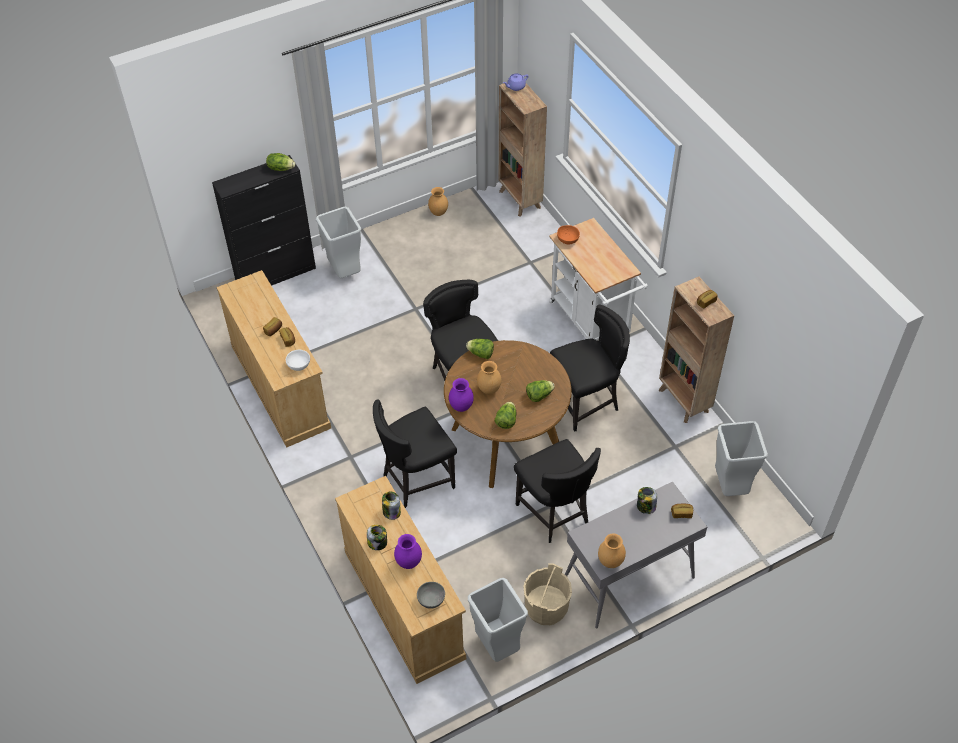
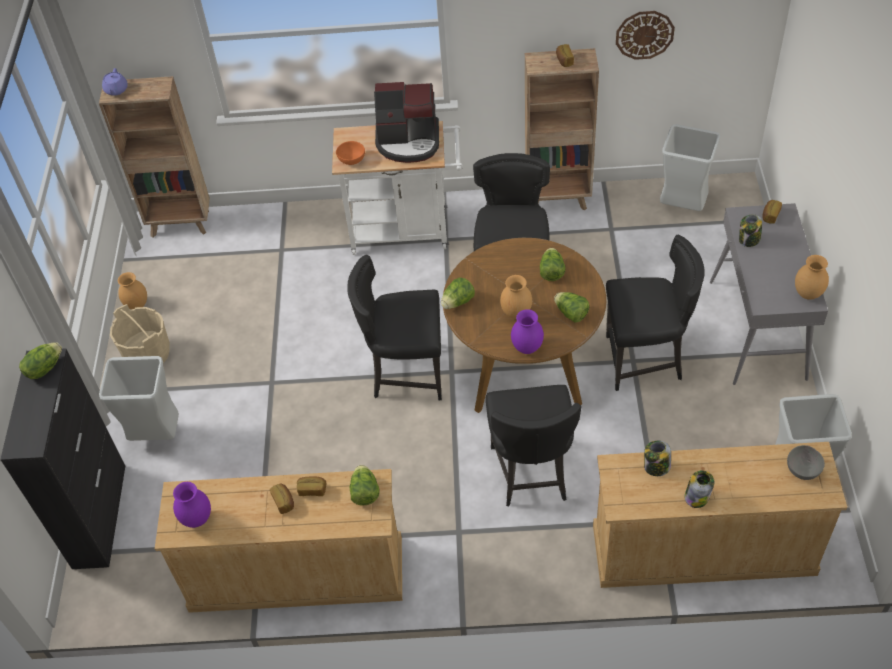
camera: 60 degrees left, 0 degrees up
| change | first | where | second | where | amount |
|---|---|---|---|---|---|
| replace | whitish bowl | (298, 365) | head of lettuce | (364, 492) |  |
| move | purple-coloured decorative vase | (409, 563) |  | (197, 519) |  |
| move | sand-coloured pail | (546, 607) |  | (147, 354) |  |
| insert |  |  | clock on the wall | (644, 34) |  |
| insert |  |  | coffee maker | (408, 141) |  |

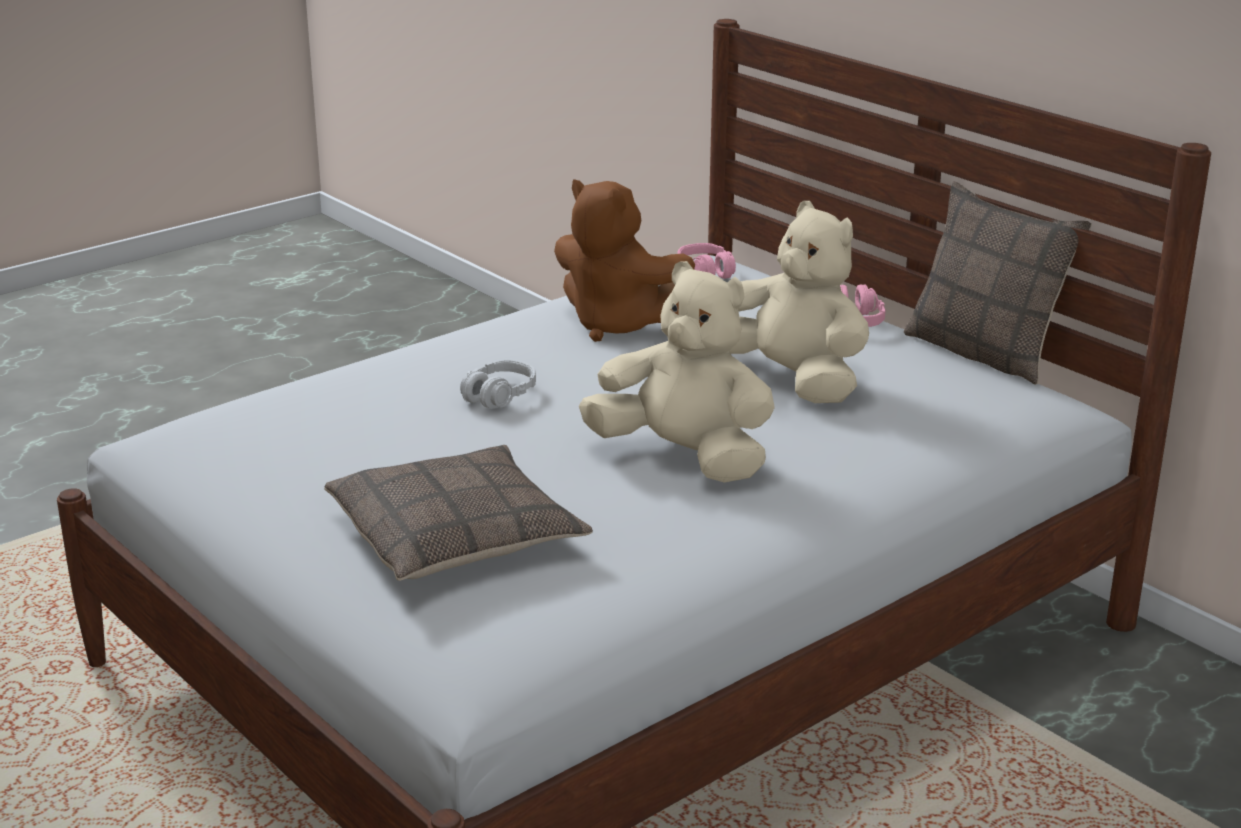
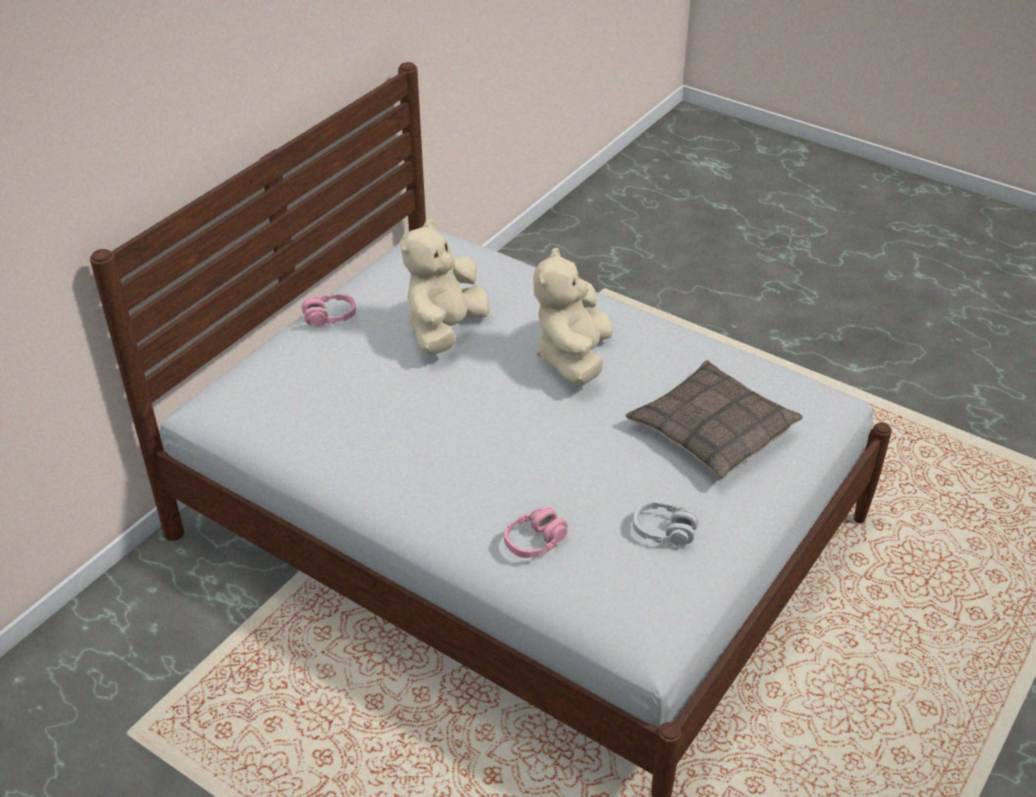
camera: 105 degrees left, 15 degrees up
| change | first | where | second | where | amount |
|---|---|---|---|---|---|
| delete | brownish cuddly toy | (621, 325) |  |  |  |
| delete | throw pillow | (985, 352) |  |  |  |
| move | pinkish pair of headphones | (706, 272) |  | (535, 541) |  |
| move | greyish pair of headphones | (499, 396) |  | (664, 531) |  |

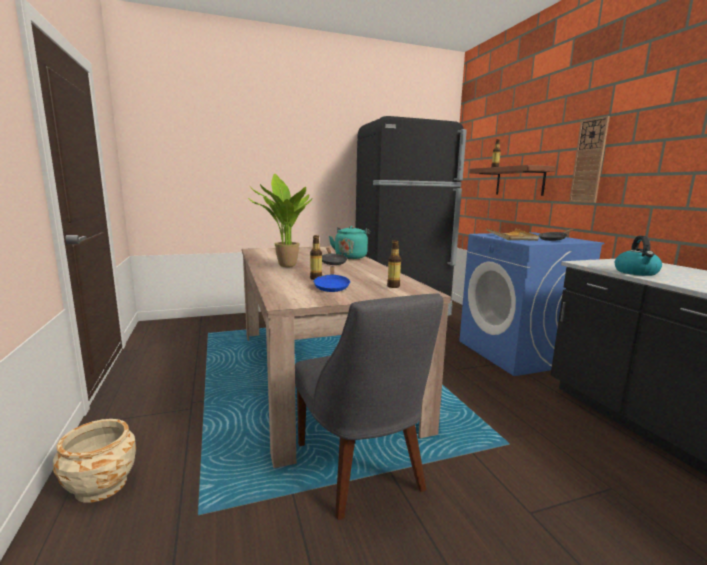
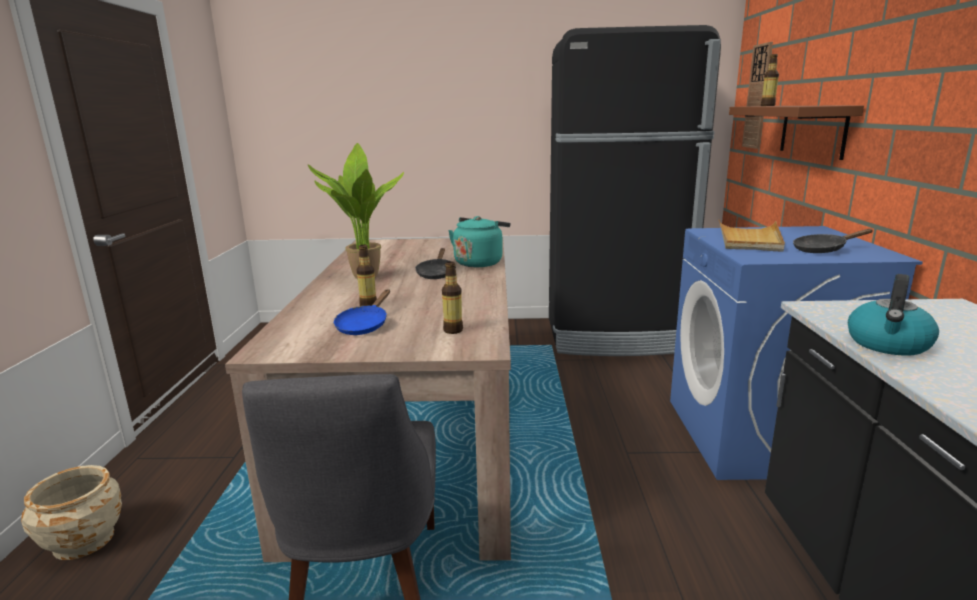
camera: 20 degrees right, 5 degrees up
| change | first | where | second | where | amount |
|---|---|---|---|---|---|
| move | clock on the wall | (589, 161) |  | (758, 97) |  |

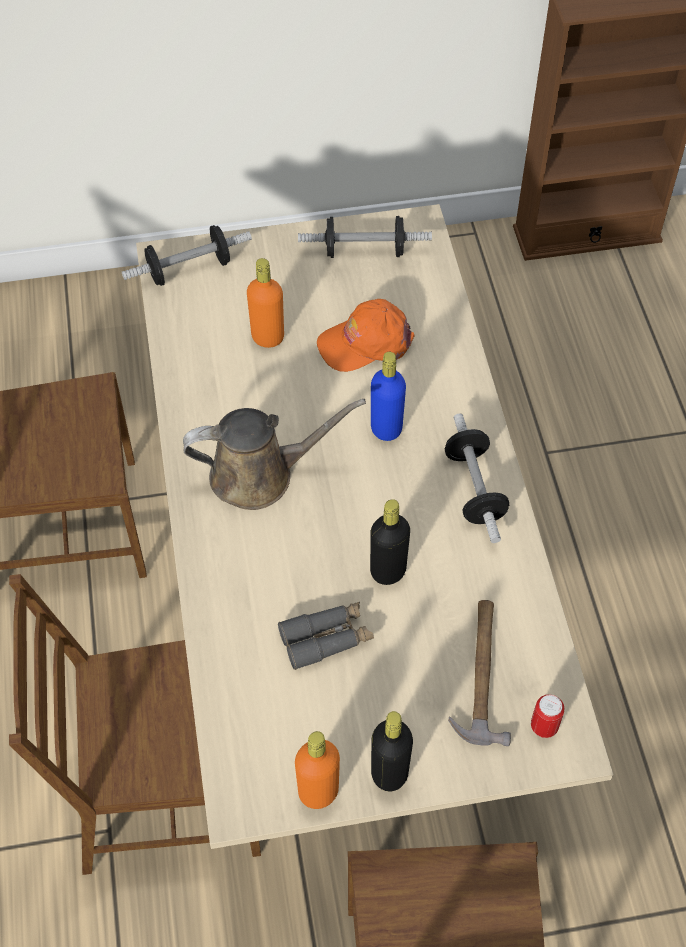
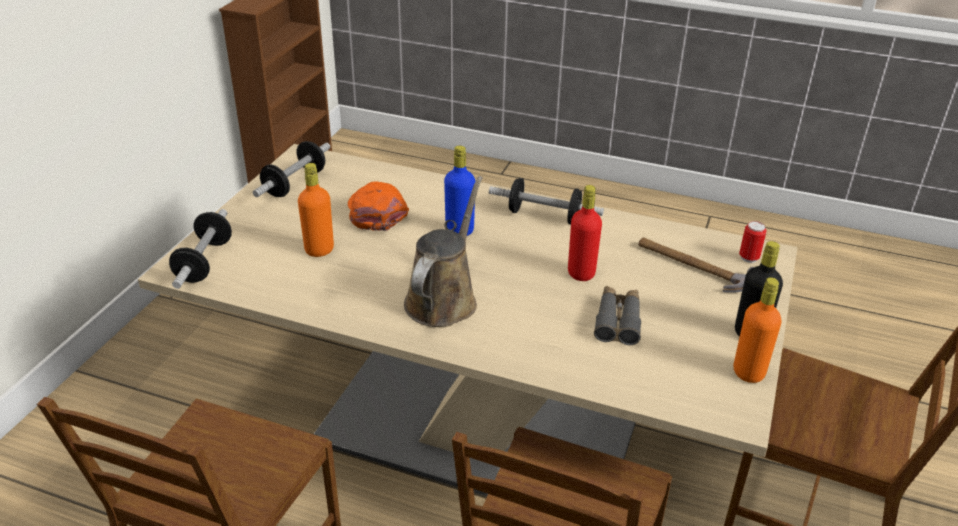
camera: 60 degrees left, 20 degrees down
| change | first | where | second | where | amount |
|---|---|---|---|---|---|
| rotate | orange-coloured peaked cap | (365, 343) |  | (376, 212) | 150 degrees clockwise |
| recolor | black bottle | (388, 571) | reddish bottle | (581, 273) |  |

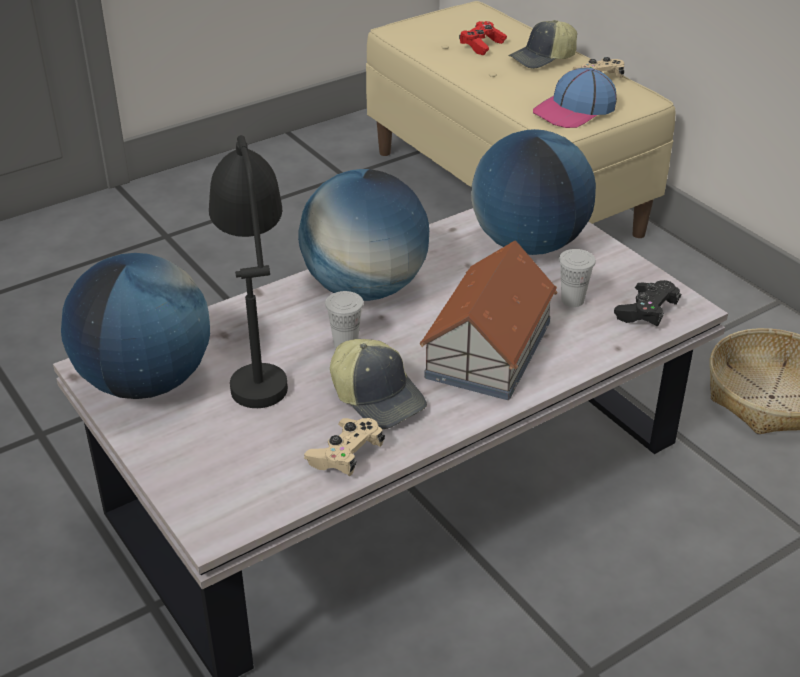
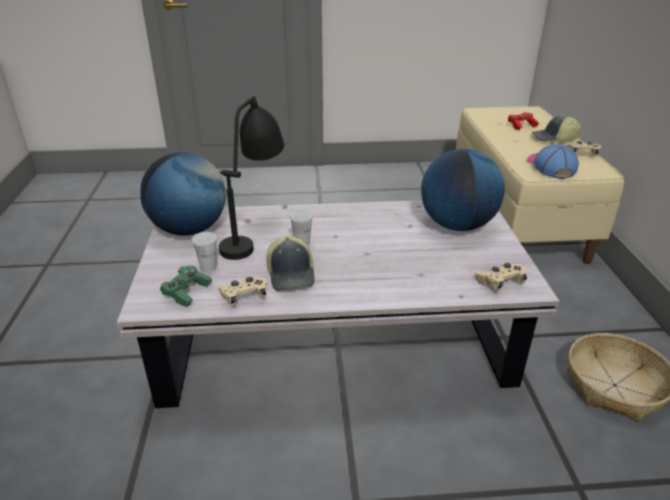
camera: 30 degrees right, 5 degrees down
| change | first | where | second | where | amount |
|---|---|---|---|---|---|
| rotate | peaked cap | (575, 110) |  | (550, 166) | 90 degrees clockwise |
| delete | globe | (365, 288) |  |  |  |
| delete | toy house | (490, 348) |  |  |  |
| move | whitish drinking cup | (572, 300) |  | (208, 267) |  |
| recolor | black game controller | (646, 312) | sand-coloured game controller | (499, 282) |  |
| insert |  |  | green-coloured game controller | (187, 292) |  |

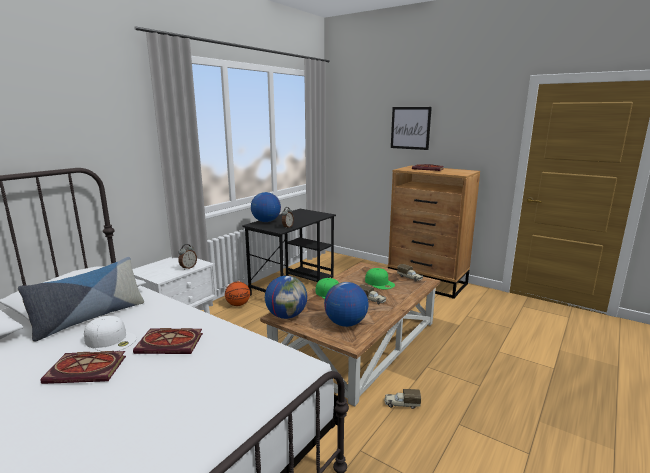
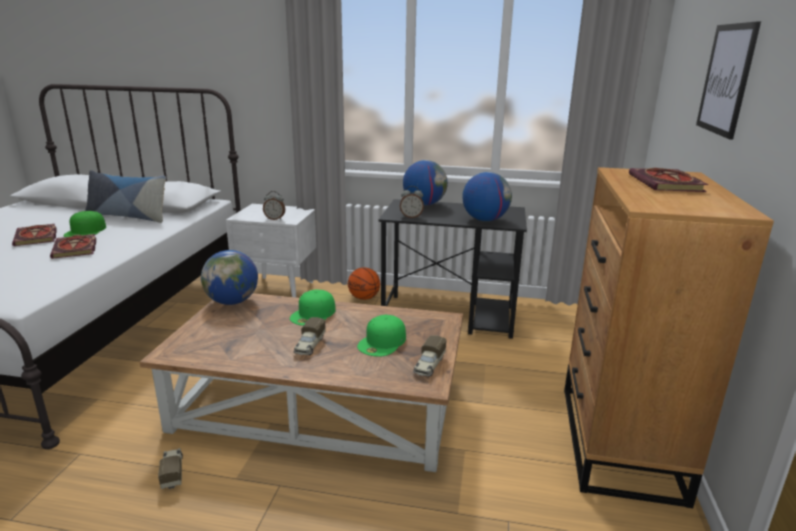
camera: 65 degrees right, 5 degrees up
| change | first | where | second | where | amount |
|---|---|---|---|---|---|
| move | globe | (345, 323) |  | (485, 220) |  |
| recolor | whitish peaked cap | (111, 340) | green-coloured peaked cap | (86, 231) |  |

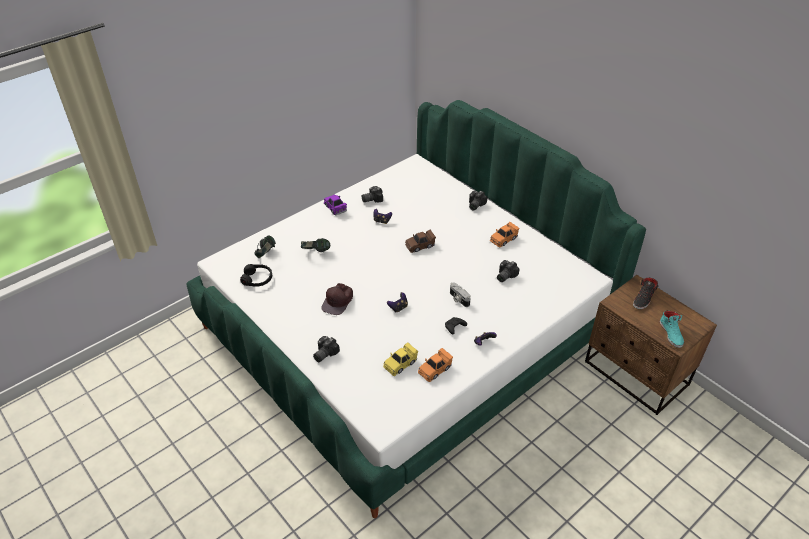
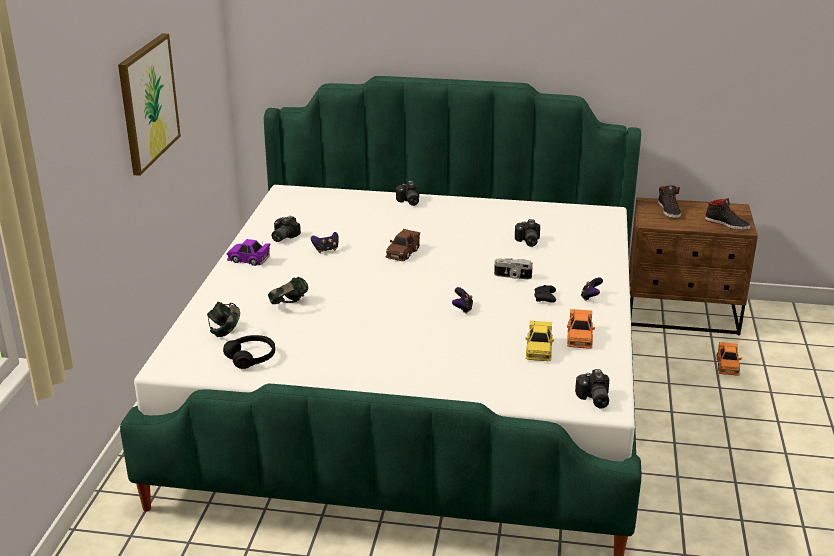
camera: 40 degrees left, 15 degrees down
| change | first | where | second | where | amount |
|---|---|---|---|---|---|
| move | orange-coloured toy car | (503, 239) |  | (727, 366) |  |
| delete | brownish peaked cap | (338, 301) |  |  |  |
| recolor | blue-green low shoe | (671, 334) | black low shoe | (727, 224) |  |
| move | photo camera | (324, 353) |  | (593, 399) |  |
| insert |  |  | wall picture | (148, 102) |  |

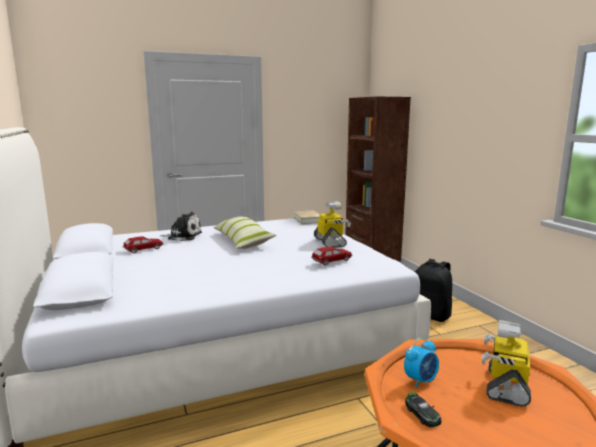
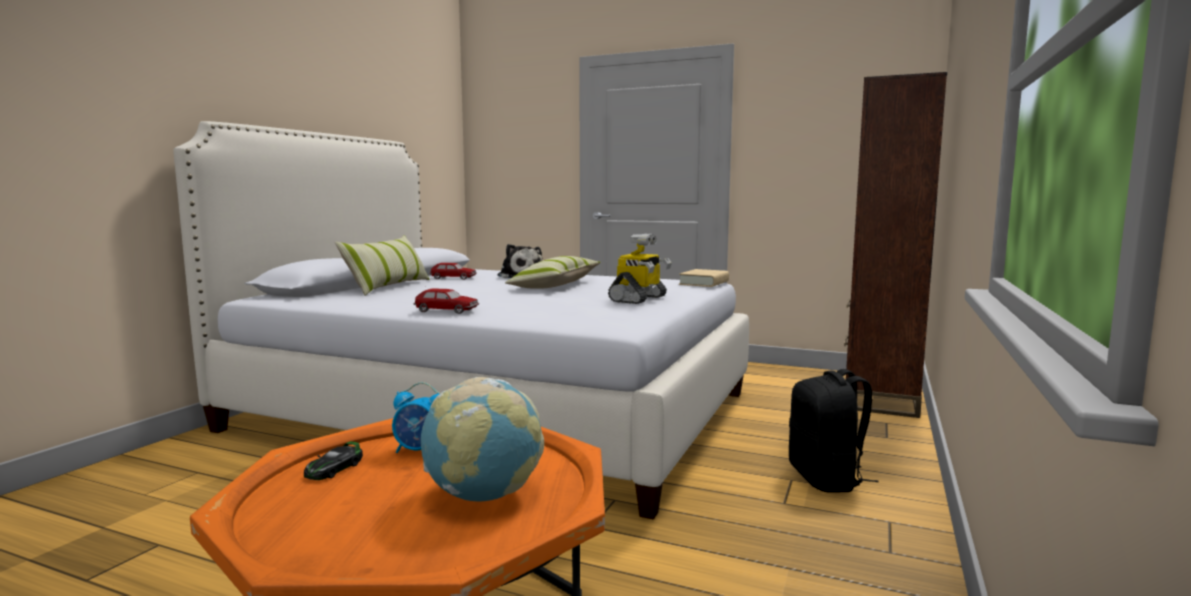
camera: 45 degrees right, 5 degrees down
| change | first | where | second | where | amount |
|---|---|---|---|---|---|
| move | toy car | (332, 261) |  | (447, 311) |  |
| replace | model robot | (505, 386) | globe | (483, 496) |  |
| insert |  |  | throw pillow | (388, 287) |  |

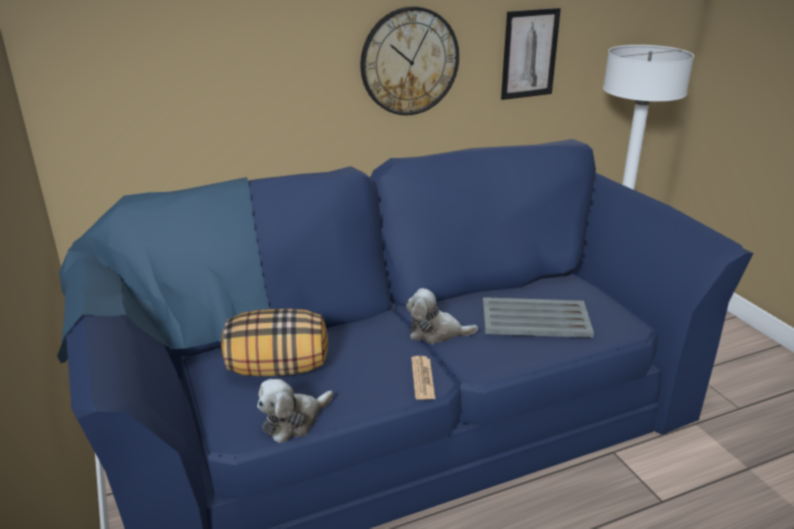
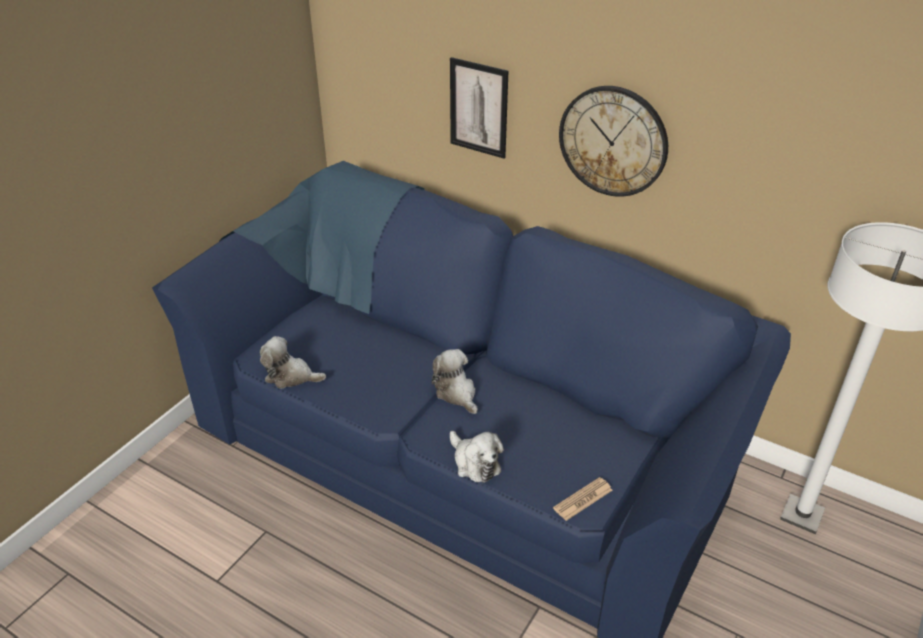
camera: 55 degrees right, 10 degrees up
| change | first | where | second | where | amount |
|---|---|---|---|---|---|
| move | wall picture | (529, 54) |  | (478, 108) |  |
| delete | greyish carrying tray | (534, 319) |  |  |  |
| delete | throw pillow | (278, 368) |  |  |  |
| move | newspaper | (422, 378) |  | (583, 499) |  |
| insert |  |  | cuddly toy | (474, 463) |  |

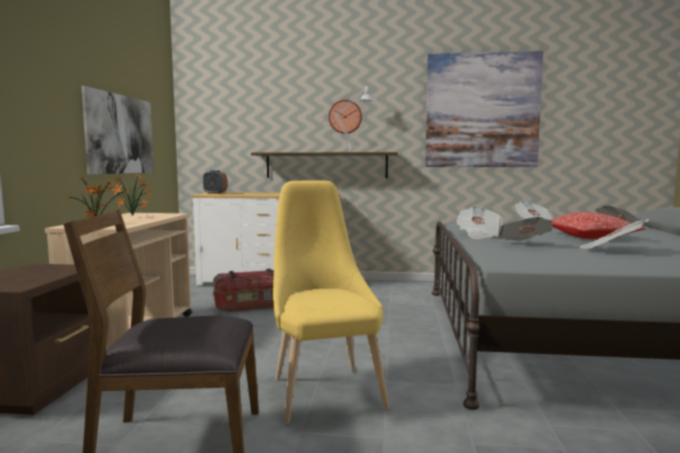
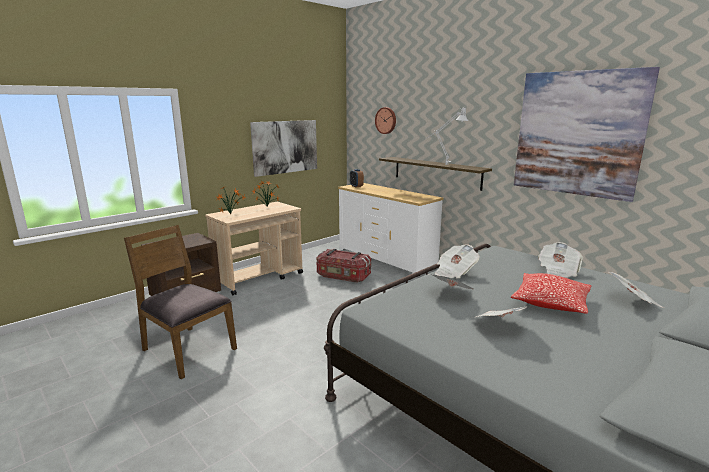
camera: 40 degrees right, 10 degrees up
| change | first | where | second | where | amount |
|---|---|---|---|---|---|
| move | clock on the wall | (345, 117) |  | (386, 120) |  |
| delete | yellow-coloured plain chair | (324, 389) |  |  |  |

